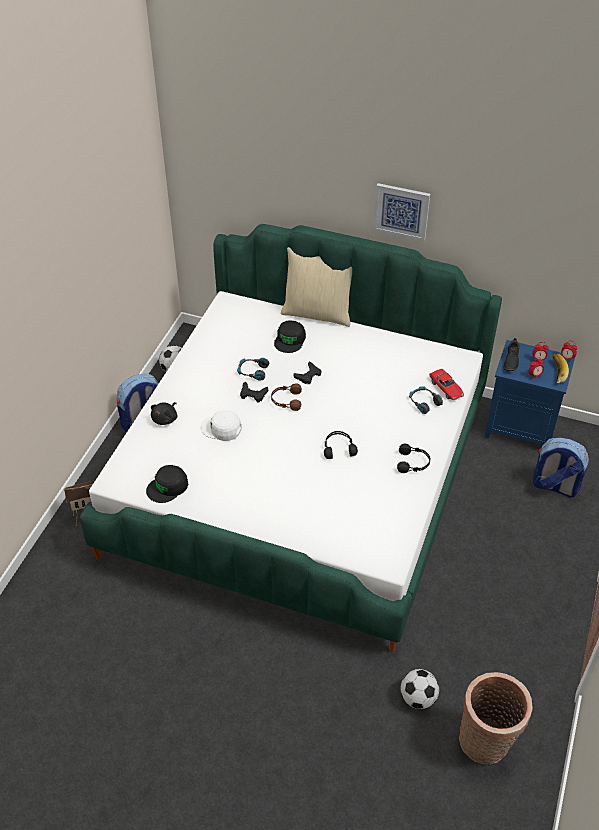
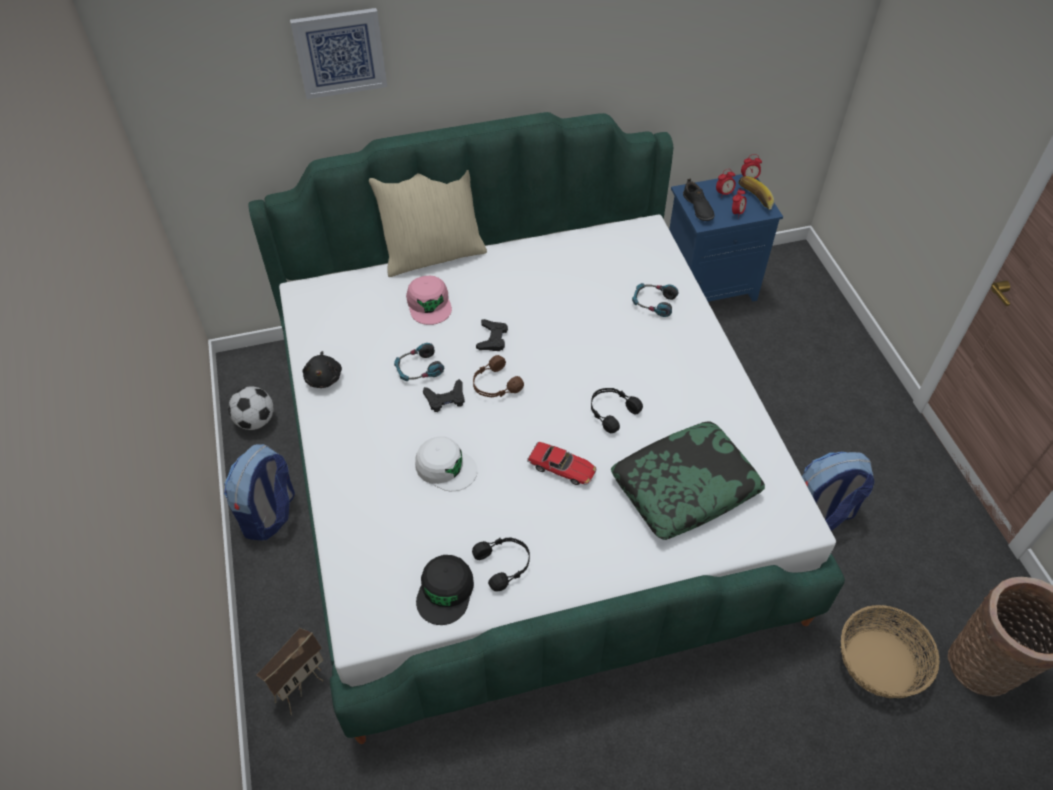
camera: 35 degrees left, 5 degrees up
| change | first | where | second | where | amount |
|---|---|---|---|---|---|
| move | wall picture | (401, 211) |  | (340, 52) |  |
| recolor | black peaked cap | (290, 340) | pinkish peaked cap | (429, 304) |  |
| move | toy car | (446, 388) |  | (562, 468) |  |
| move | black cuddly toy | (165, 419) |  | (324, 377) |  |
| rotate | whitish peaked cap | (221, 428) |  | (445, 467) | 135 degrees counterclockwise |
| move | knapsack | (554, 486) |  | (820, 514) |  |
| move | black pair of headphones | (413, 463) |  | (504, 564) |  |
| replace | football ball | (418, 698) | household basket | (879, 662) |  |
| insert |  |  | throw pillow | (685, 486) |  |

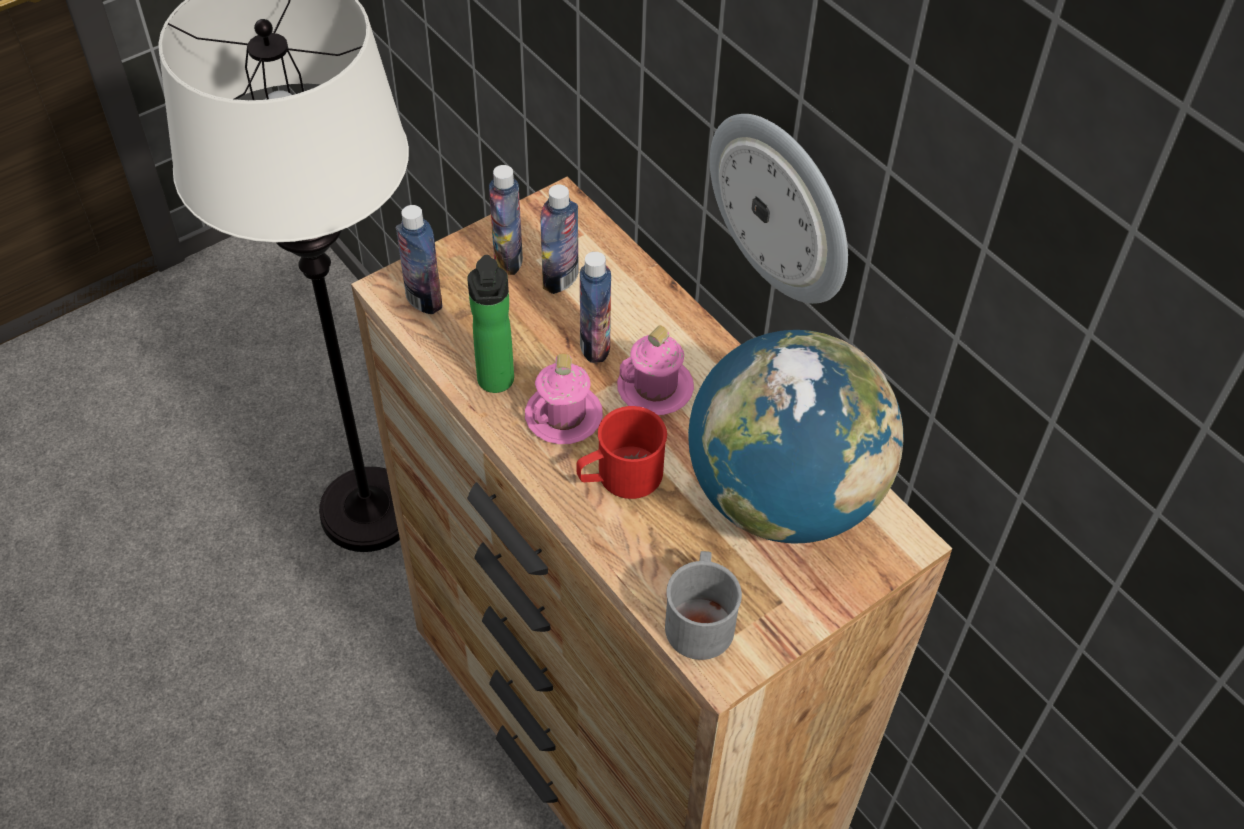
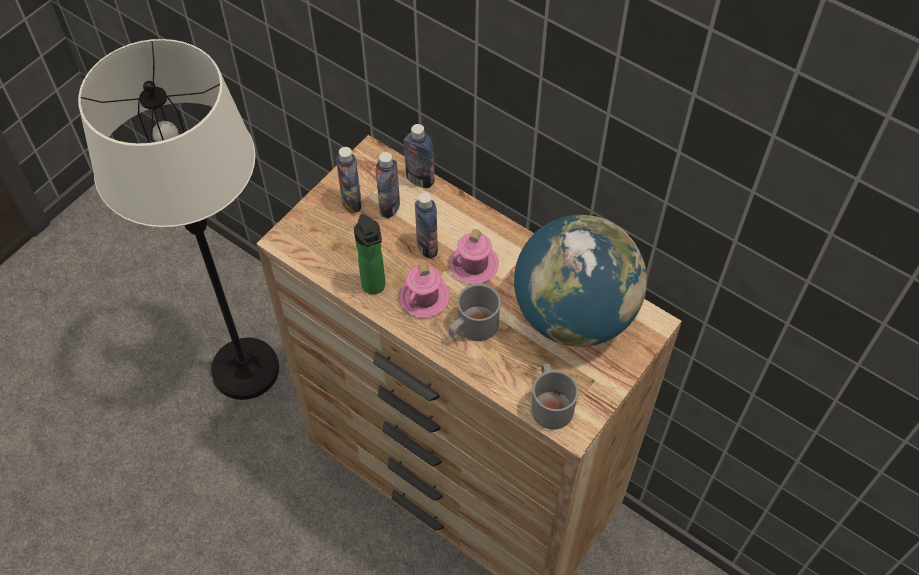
camera: 15 degrees left, 5 degrees up
| change | first | where | second | where | amount |
|---|---|---|---|---|---|
| delete | clock on the wall | (782, 207) |  |  |  |
| move | bottle | (423, 299) |  | (420, 179) |  |
| recolor | reddish coffee mug | (620, 477) | greyish coffee mug | (472, 328) |  |

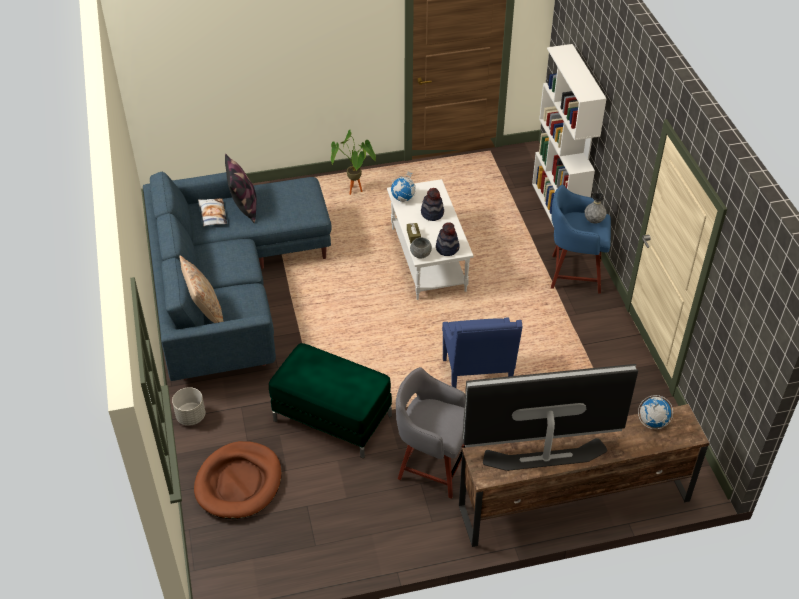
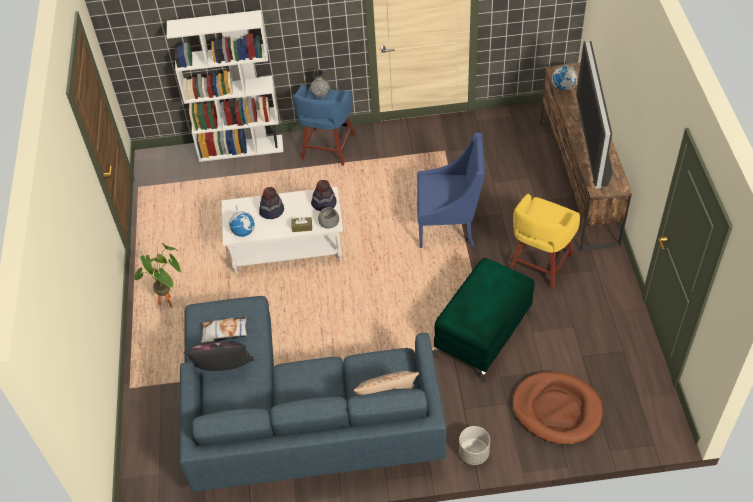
camera: 80 degrees left, 5 degrees up
| change | first | where | second | where | amount |
|---|---|---|---|---|---|
| move | throw pillow | (212, 214) |  | (224, 332) |  |
| recolor | greyish stool seat | (432, 465) | yellow-coloured stool seat | (539, 264) |  |

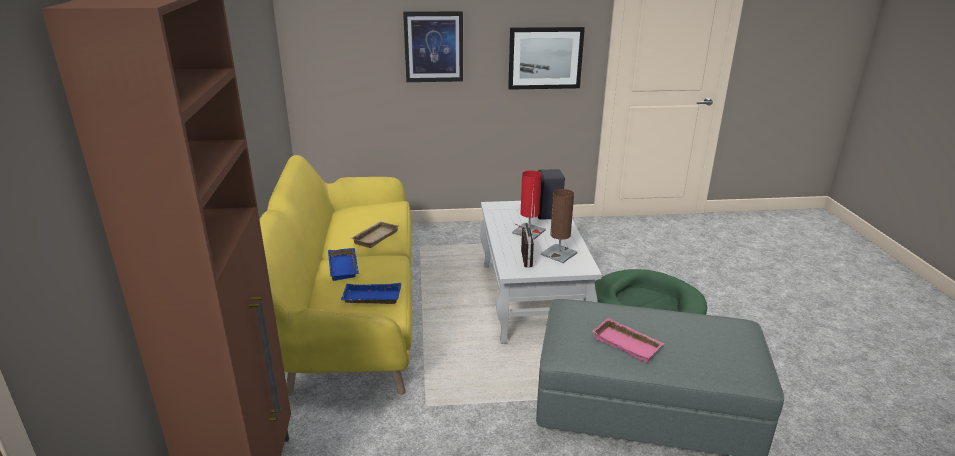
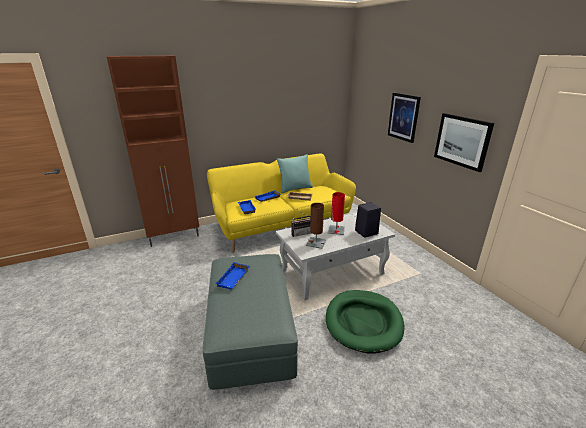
camera: 70 degrees right, 0 degrees up
| change | first | where | second | where | amount |
|---|---|---|---|---|---|
| recolor | pinkish carrying tray | (628, 343) | blue-coloured carrying tray | (234, 279) |  |
| insert |  |  | blue-green throw pillow | (295, 189) |  |

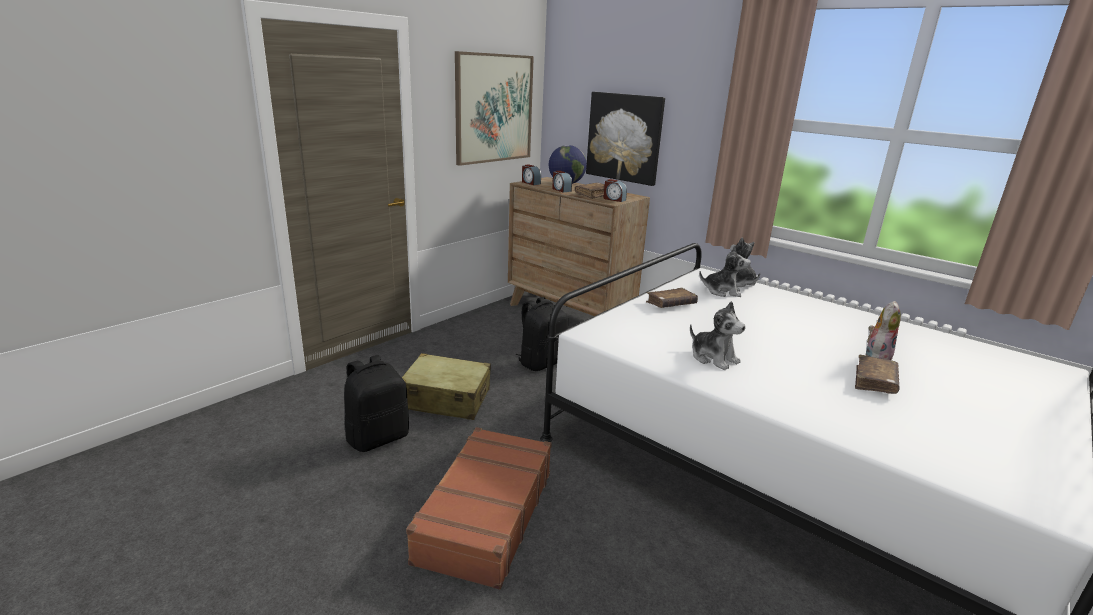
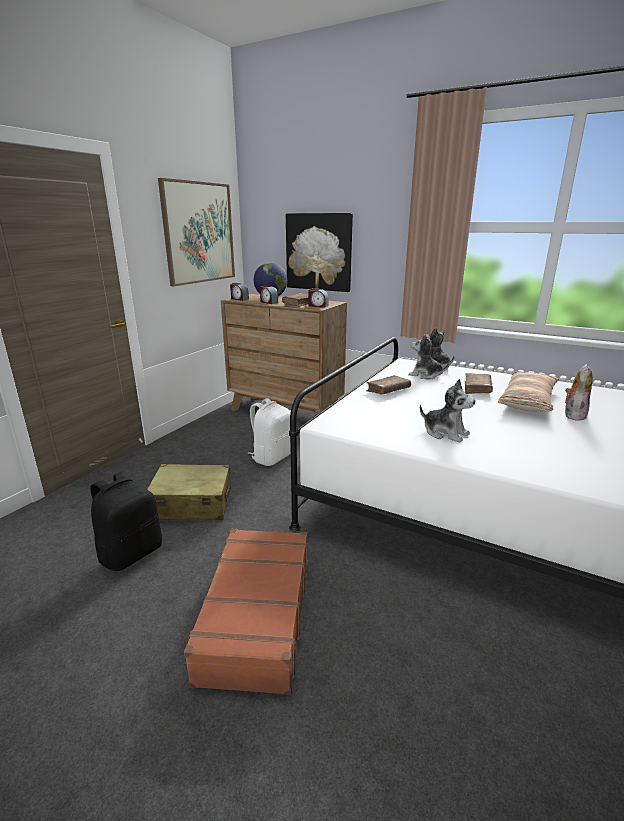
camera: 10 degrees left, 0 degrees up
| change | first | where | second | where | amount |
|---|---|---|---|---|---|
| rotate | cuddly toy | (722, 291) |  | (425, 375) | 150 degrees counterclockwise |
| recolor | black knapsack | (541, 362) | whitish knapsack | (272, 457) |  |
| move | brownish book | (874, 382) |  | (477, 388) |  |
| insert |  |  | throw pillow | (528, 401) |  |

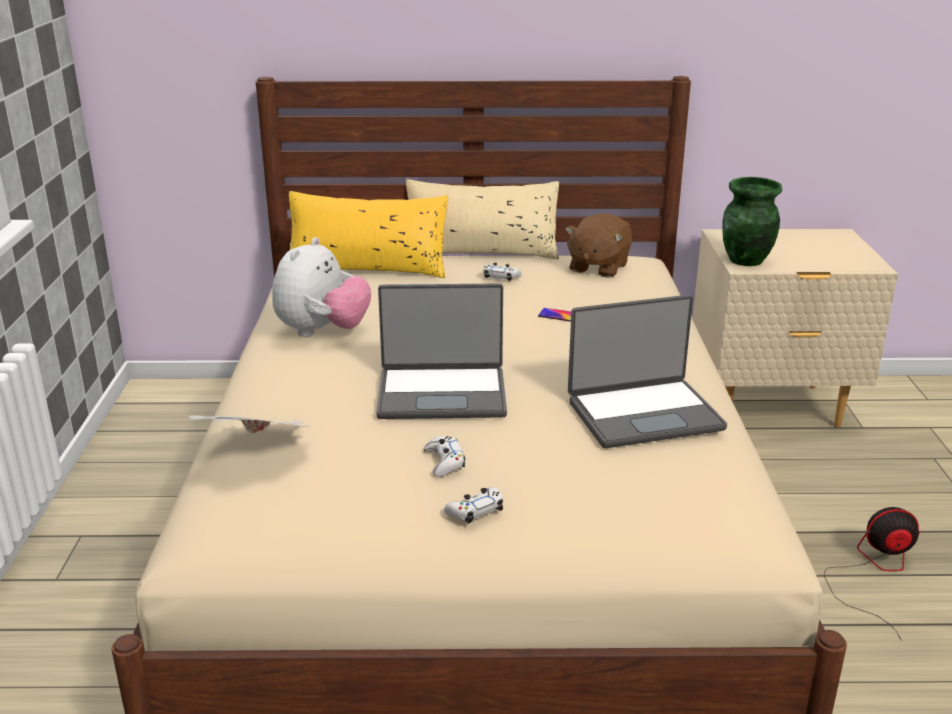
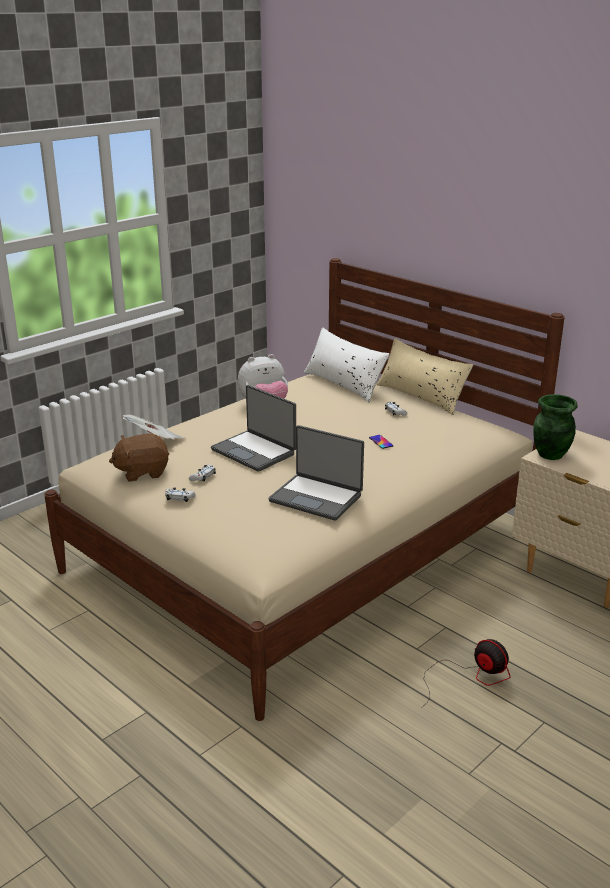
camera: 45 degrees right, 0 degrees up
| change | first | where | second | where | amount |
|---|---|---|---|---|---|
| recolor | yellow-coloured throw pillow | (368, 268) | whitish throw pillow | (344, 384) |  |
| move | brownish cuddly toy | (597, 267) |  | (142, 472) |  |

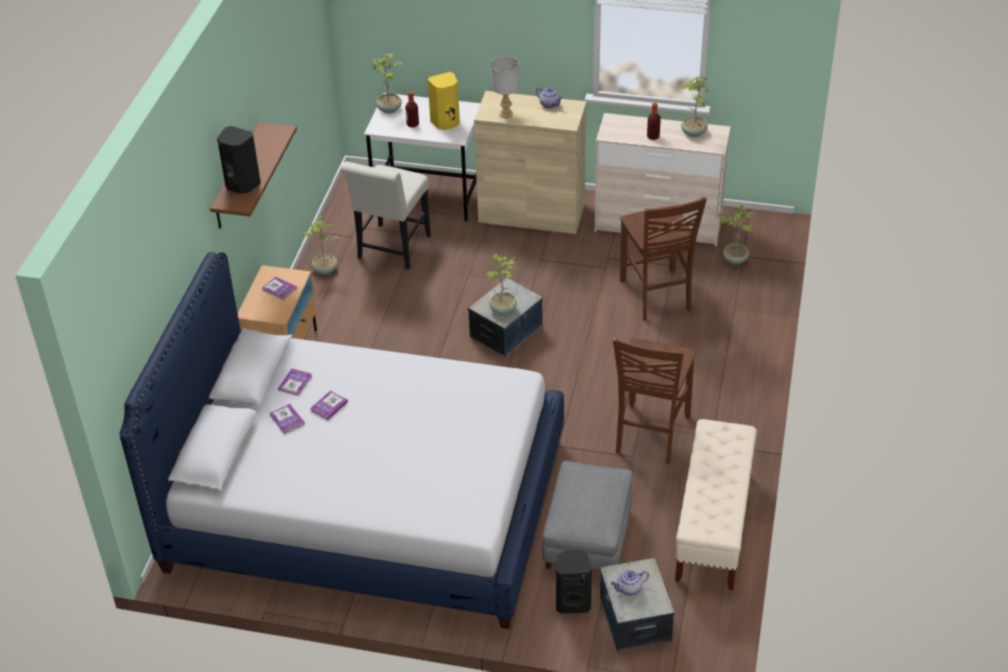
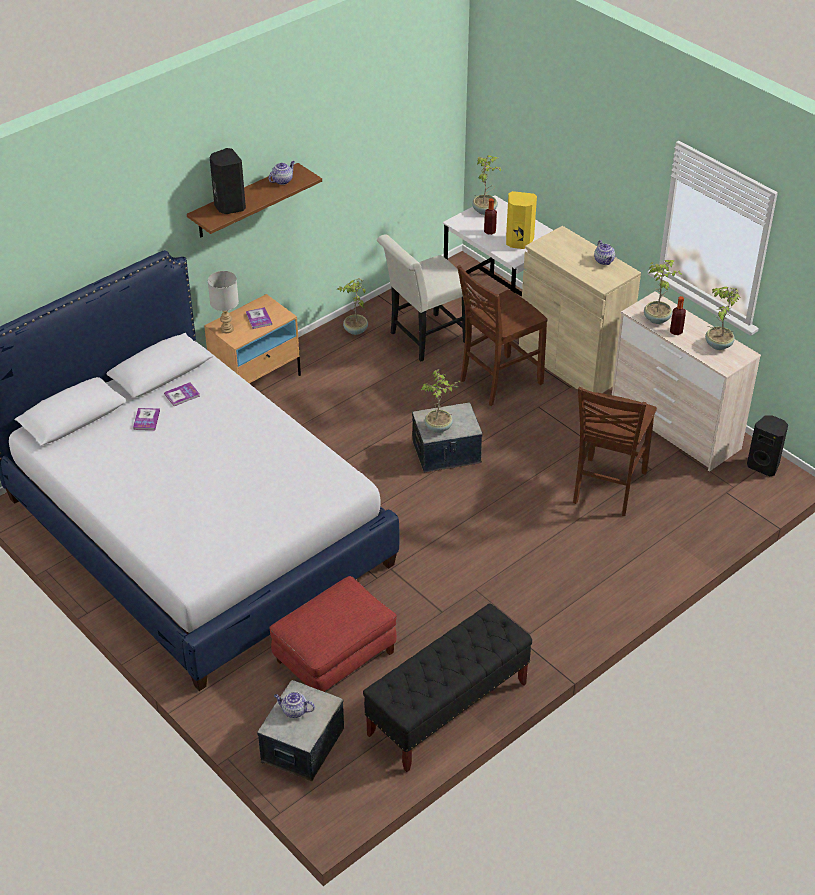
camera: 35 degrees right, 0 degrees up
| change | first | where | second | where | amount |
|---|---|---|---|---|---|
| move | greyish table lamp | (505, 114) |  | (226, 329) |  |
| move | plant in a pot | (735, 259) |  | (657, 318) |  |
| move | brownish plain chair | (650, 435) |  | (498, 381) |  |
| delete | book | (329, 406) |  |  |  |
| recolor | sand-coloured long seat | (713, 527) | black long seat | (447, 709) |  |
| recolor | greyish footrest | (587, 537) | reddish footrest | (335, 656) |  |
| move | black loudspeaker | (573, 602) |  | (764, 465) |  |
| insert |  |  | tea pot | (282, 180) |  |

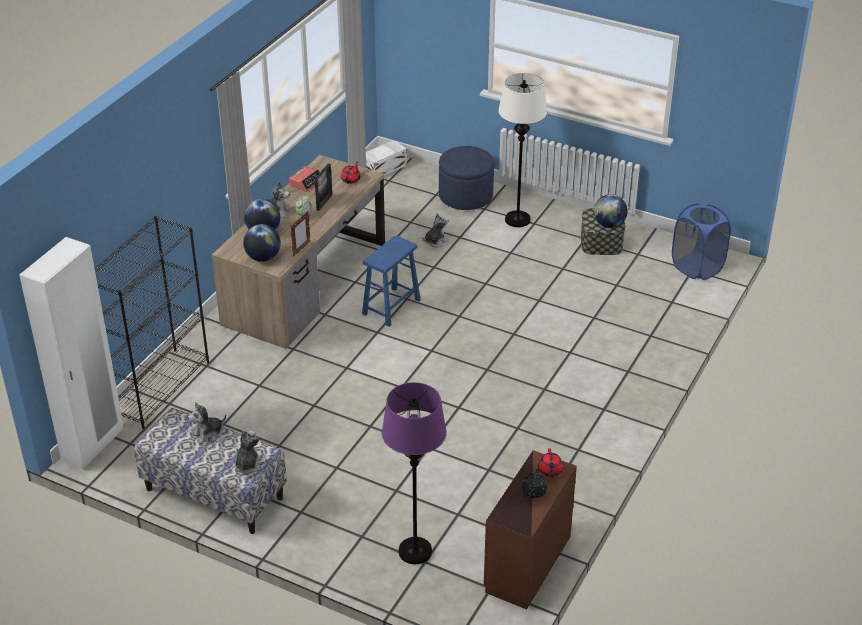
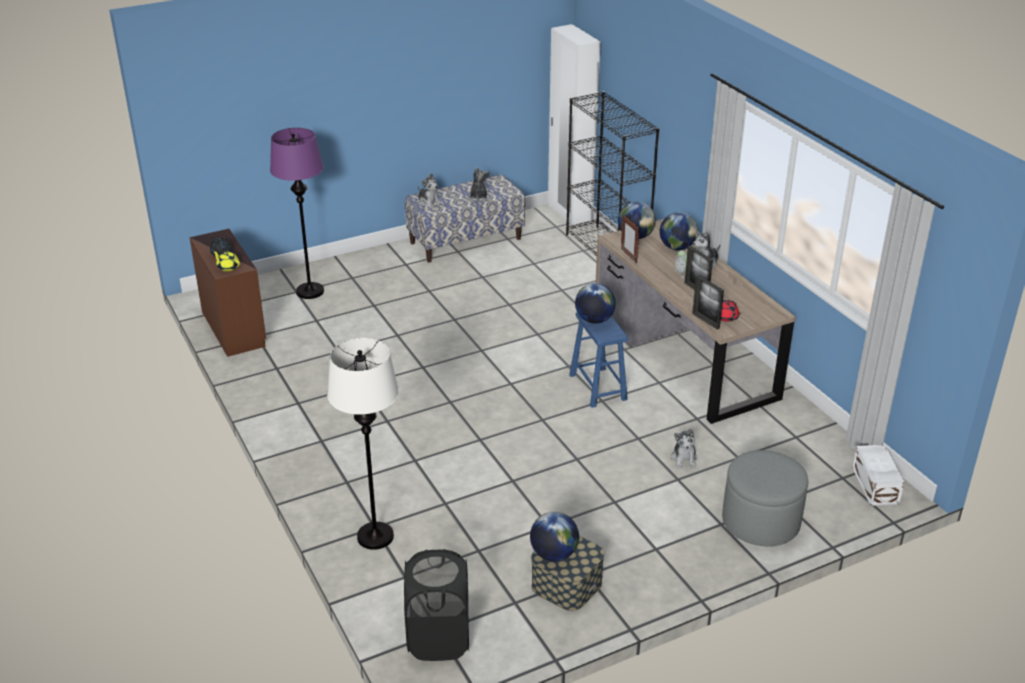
camera: 125 degrees right, 5 degrees down
| change | first | where | second | where | amount |
|---|---|---|---|---|---|
| move | whitish standard lamp | (517, 220) |  | (375, 537) |  |
| recolor | blue-coloured footrest | (465, 196) | greyish footrest | (760, 522) |  |
| delete | alarm clock | (306, 182) |  |  |  |
| recolor | blue-coloured hamper | (697, 267) | black hamper | (439, 639) |  |
| recolor | reddish tea pot | (550, 470) | yellow-coloured tea pot | (228, 267) |  |
| insert |  |  | picture frame | (705, 321) |  |
| insert |  |  | globe | (594, 320) |  |

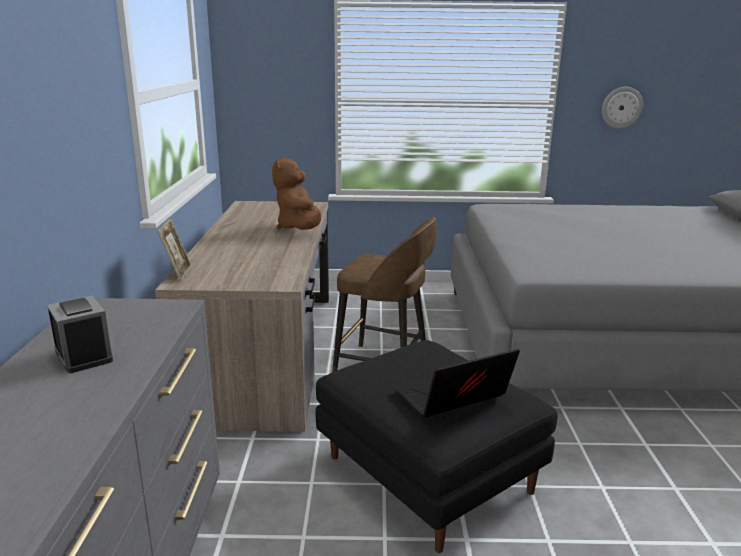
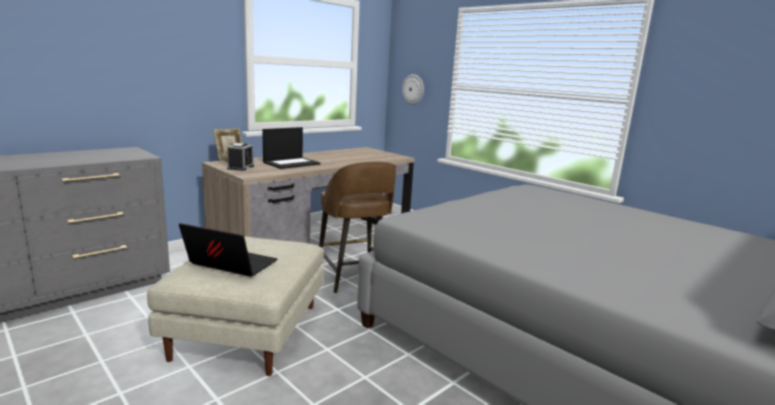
camera: 45 degrees right, 5 degrees down
| change | first | where | second | where | amount |
|---|---|---|---|---|---|
| move | clock on the wall | (621, 107) |  | (413, 89) |  |
| delete | brownish cuddly toy | (299, 228) |  |  |  |
| move | alarm clock | (84, 356) |  | (240, 167) |  |
| recolor | black footrest | (426, 473) | sand-coloured footrest | (248, 330) |  |
| insert |  |  | notebook computer | (291, 163) |  |

